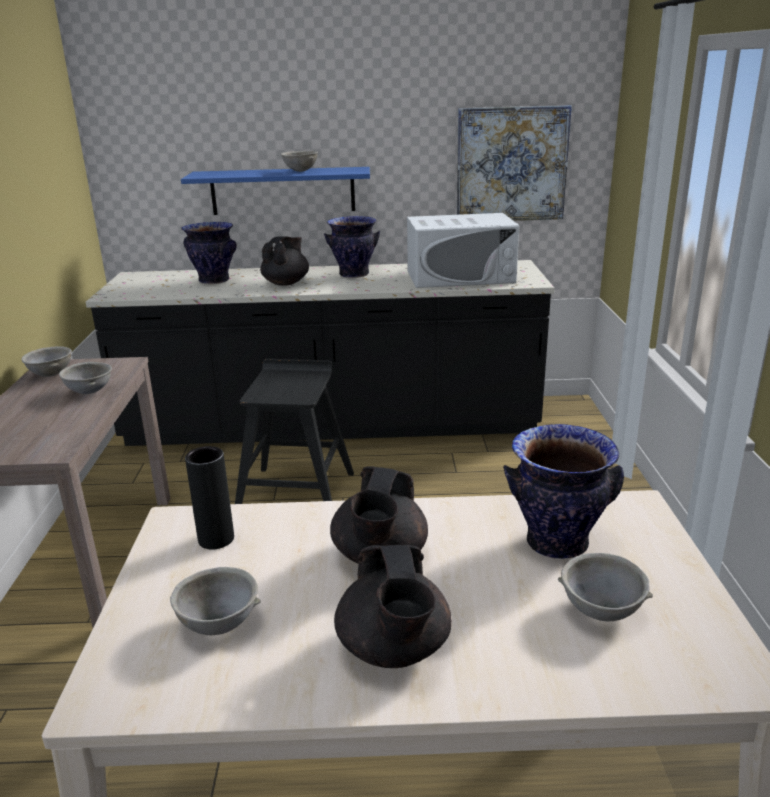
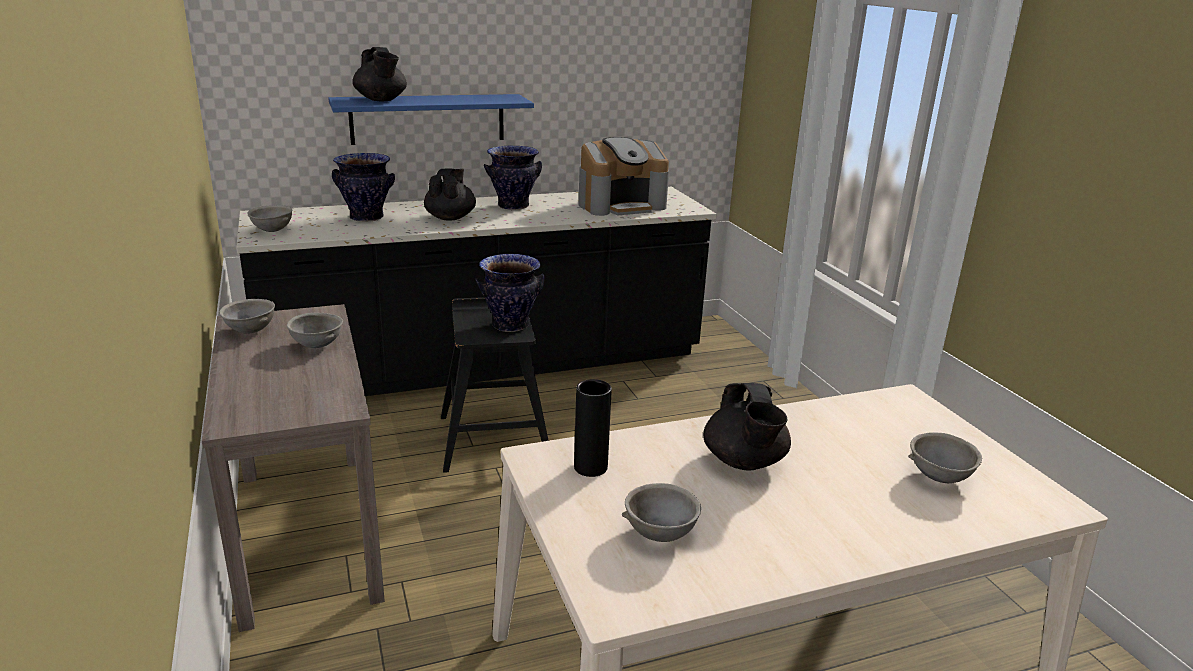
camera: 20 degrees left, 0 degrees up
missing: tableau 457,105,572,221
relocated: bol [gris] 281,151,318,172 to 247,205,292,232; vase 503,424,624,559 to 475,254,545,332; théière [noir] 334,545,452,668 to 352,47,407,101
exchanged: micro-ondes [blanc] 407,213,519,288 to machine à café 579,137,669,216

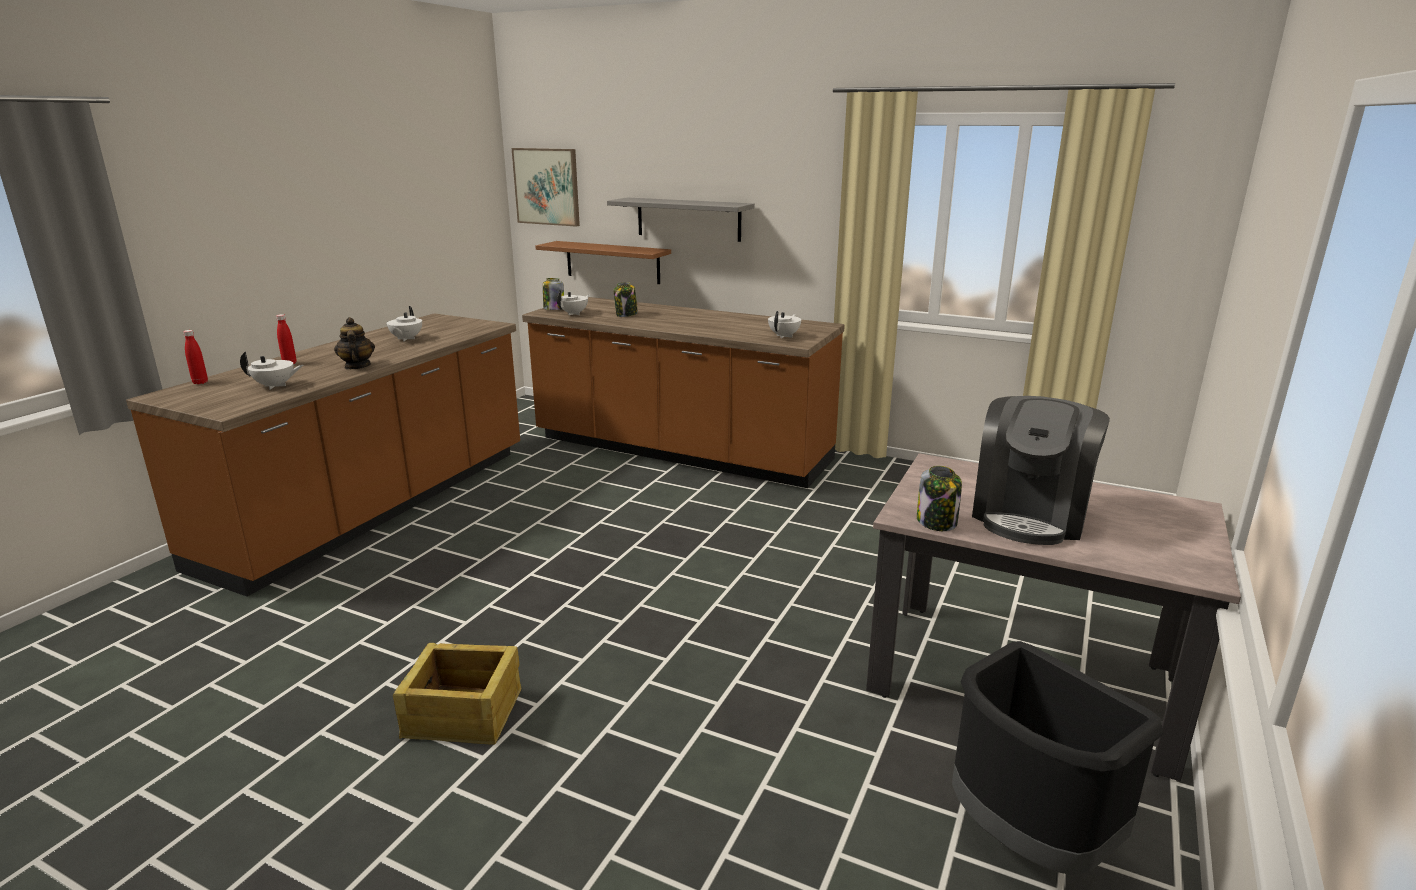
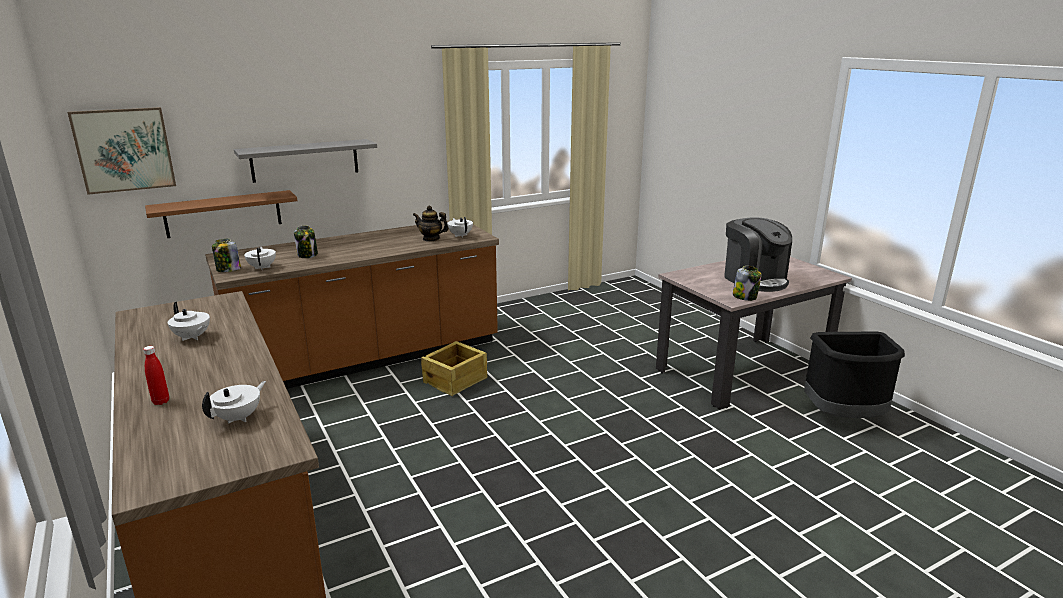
camera: 55 degrees left, 0 degrees up
missing: bouteille [rouge] 183,330,208,384
relocated: théière 334,317,375,370 to 413,206,449,242; caisse 393,643,521,745 to 421,341,487,396

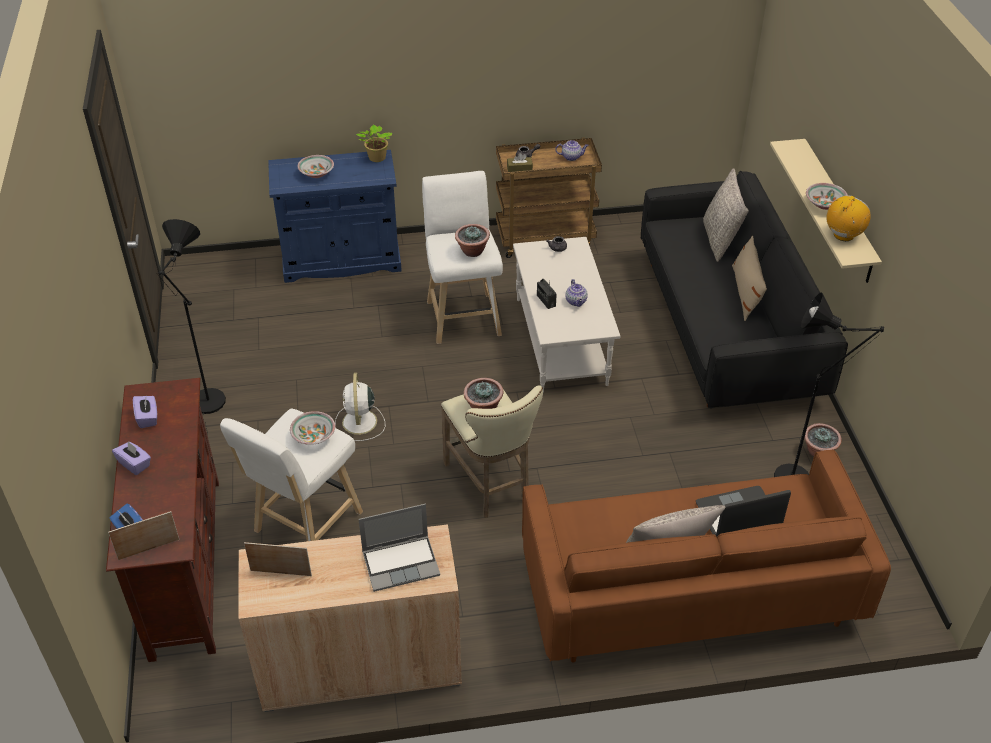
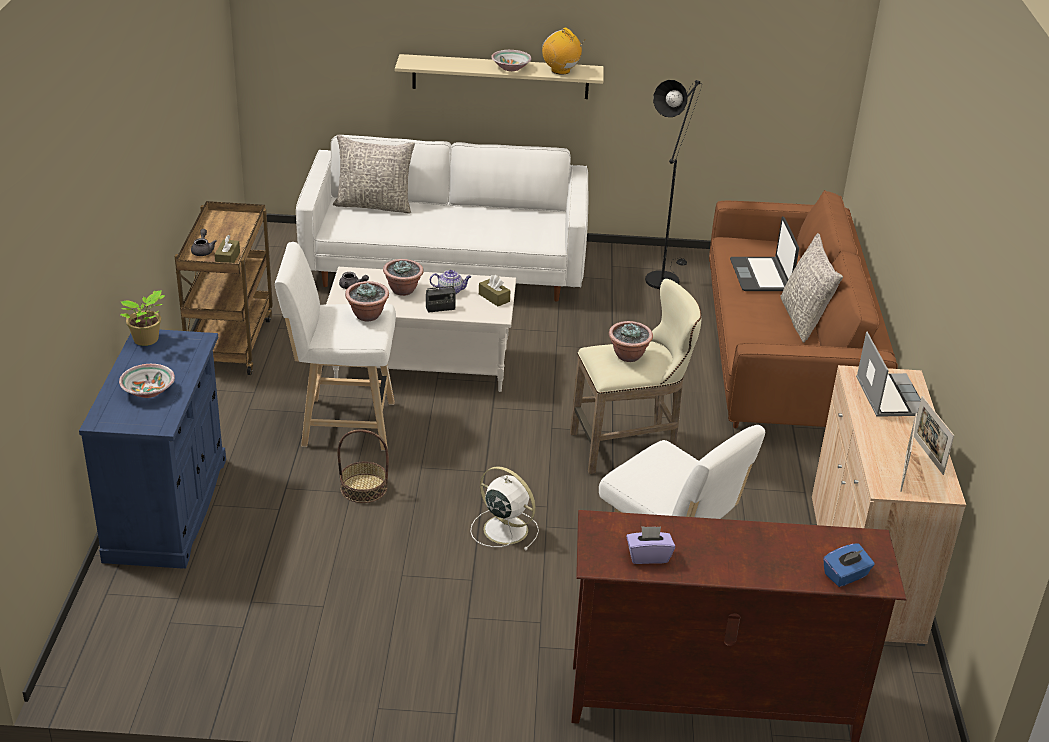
camera: 80 degrees left, 10 degrees down
missing: théière 555,140,589,161; lampadaire [noir] 158,219,226,434; coussin [beige] 732,236,767,321; bol 290,411,335,445; boîte à mouchoirs [violet] 112,441,151,475
appeared: boîte à mouchoirs [marron] 479,275,511,306; panier 338,430,389,503
relocated: plante en pot 804,423,842,457 to 383,259,424,296; cadre photo 108,511,180,560 to 914,396,954,475
colour: canapé [noir] 641,171,848,408 to canapé [blanc] 296,135,588,302
spun: ventilateur [blanc] 335,373,385,441 = 470,466,539,550 150 degrees counterclockwise

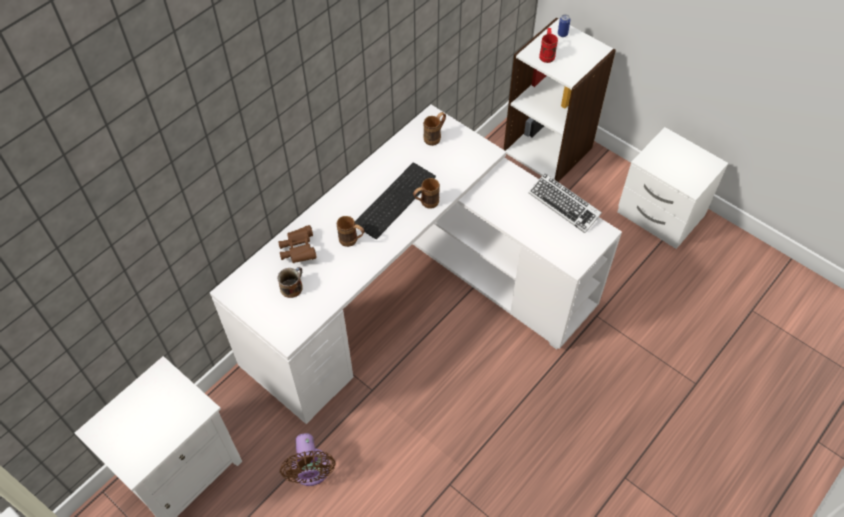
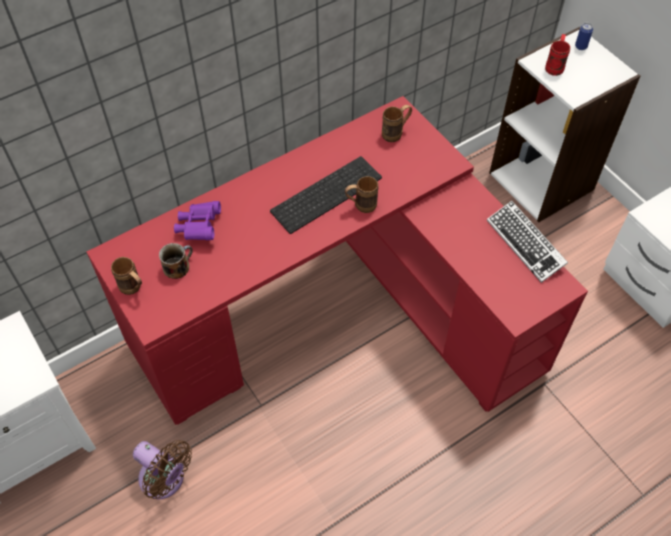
camera: 15 degrees right, 0 degrees up
relocated: mug [marron] 337,216,365,247 to 111,257,142,295
colour: bureau [blanc] 210,104,622,424 to bureau [rouge] 87,96,588,425; jumelles [marron] 278,225,317,263 to jumelles [violet] 174,201,221,240
spun: ventilateur [marron] 280,433,336,486 = 133,440,192,499 60 degrees counterclockwise

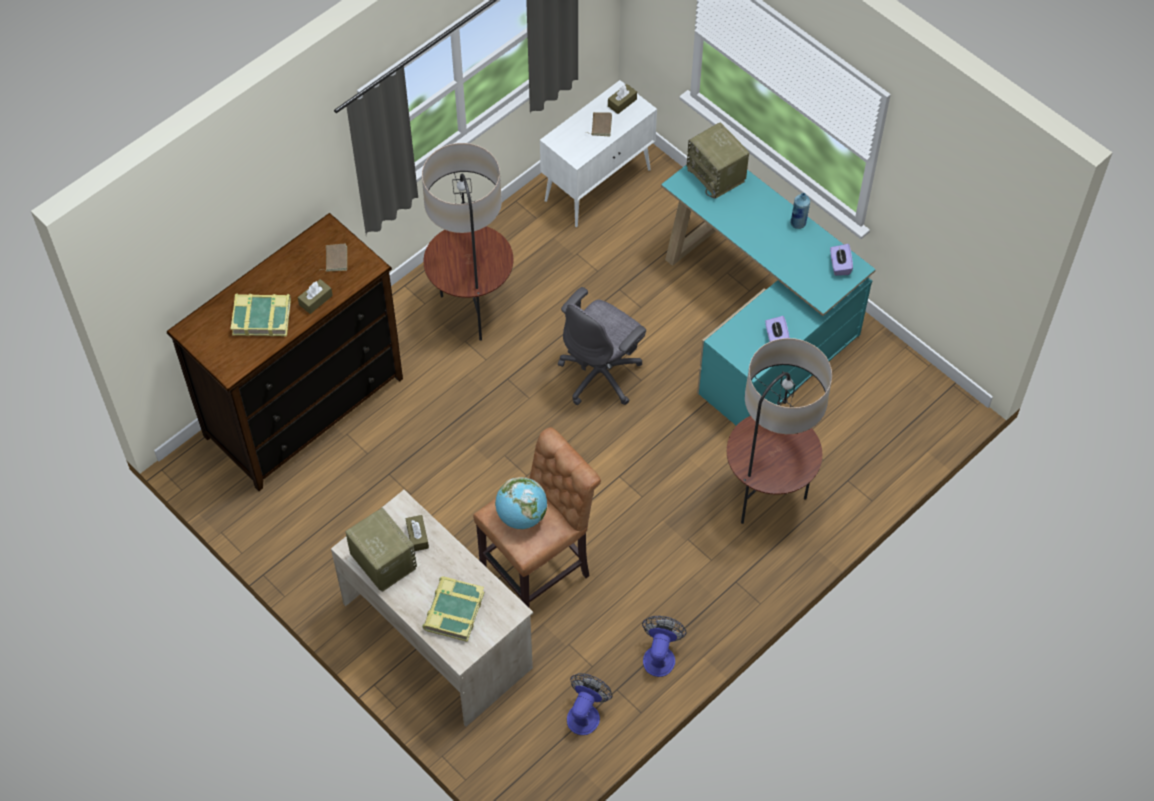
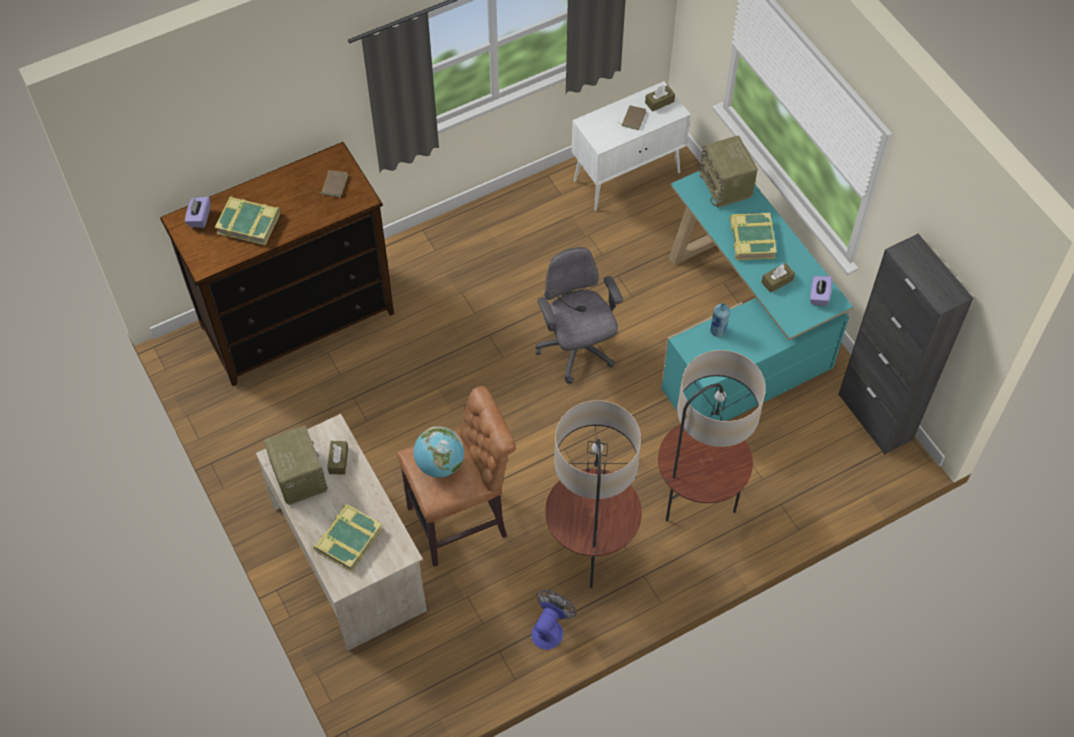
camera: 15 degrees right, 0 degrees up
missing: ventilateur 567,673,613,735
appeared: livre 729,213,777,260; meuble de rangement [noir] 838,234,973,455
relocated: lampadaire 422,143,513,341 to 545,400,642,588; bouteille [bleu] 790,193,810,229 to 710,303,730,337; boîte à mouchoirs [marron] 298,279,333,314 to 761,263,795,293; boîte à mouchoirs [violet] 765,316,790,342 to 185,197,210,228
spun: chaise de bureau [gris] 558,287,646,405 = 536,247,623,384 105 degrees clockwise

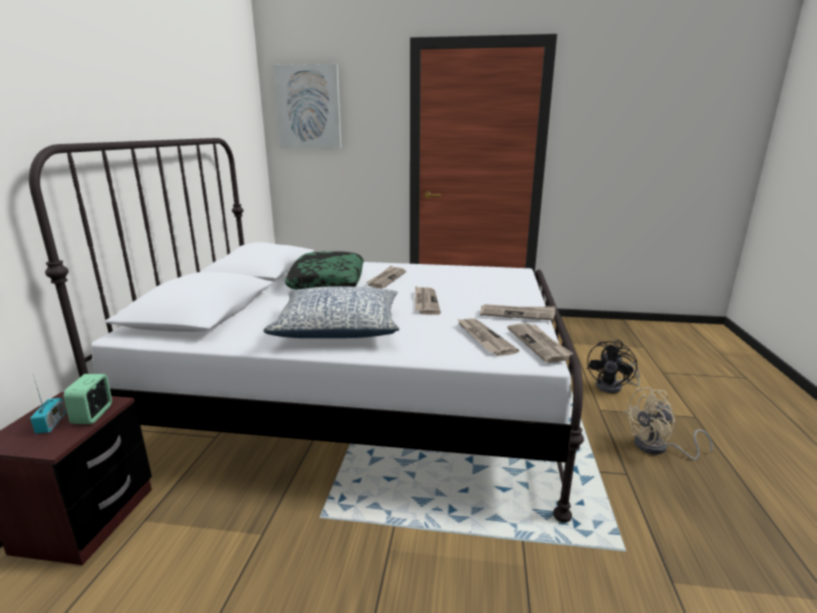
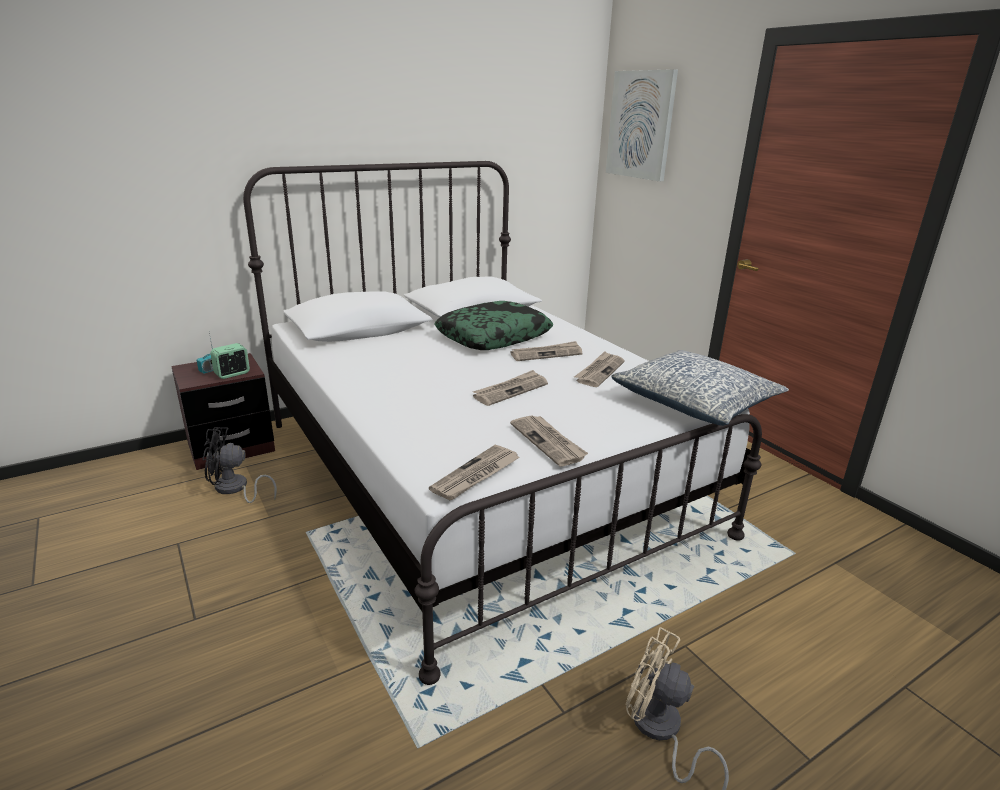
camera: 50 degrees right, 5 degrees up
relocated: coussin 263,286,400,338 to 611,350,789,426; journal 456,318,519,356 to 574,351,625,387; ventilateur [noir] 587,340,640,393 to 202,427,277,503

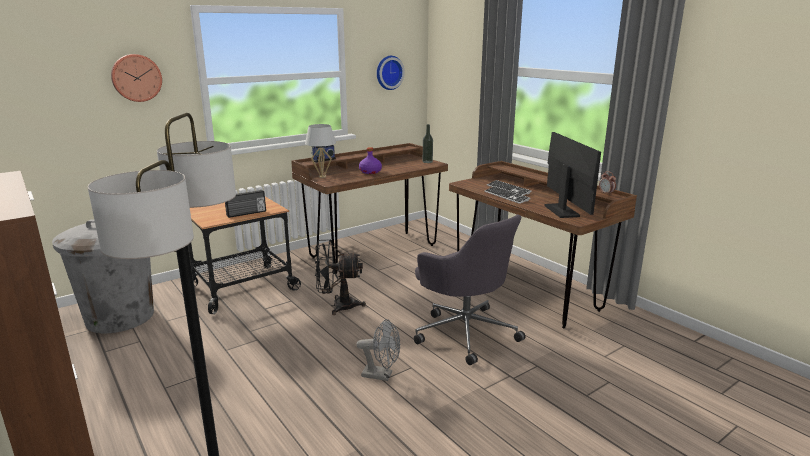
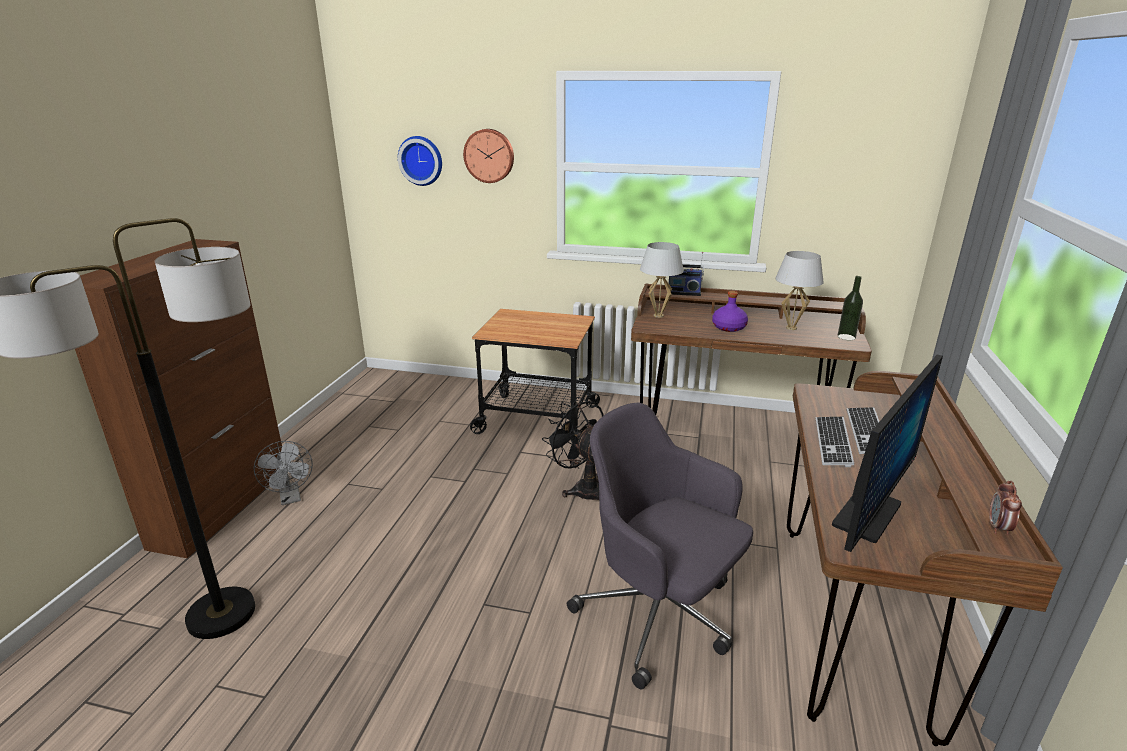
camera: 50 degrees right, 5 degrees up
missing: radio 225,190,266,218; poubelle [gris] 52,220,154,333
appeared: lampe de table [blanc] 775,251,824,330
relocated: horloge murale 377,56,405,90 to 398,136,442,186; ventilateur [gris] 356,319,400,381 to 254,441,313,505
spun: chaise de bureau [gris] 414,215,525,365 = 567,403,753,690 120 degrees clockwise

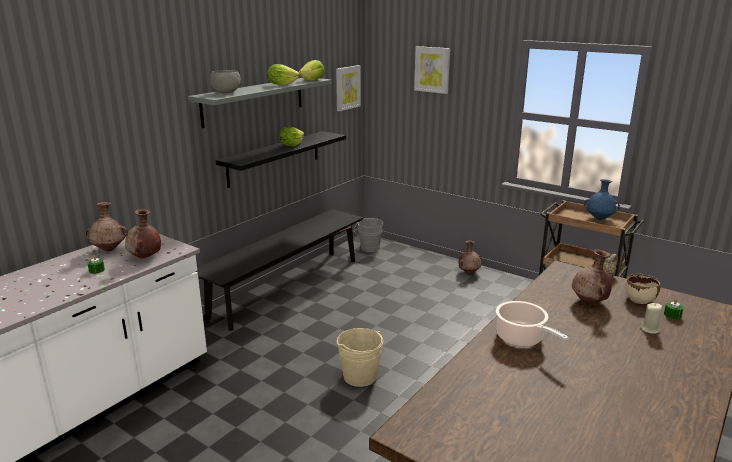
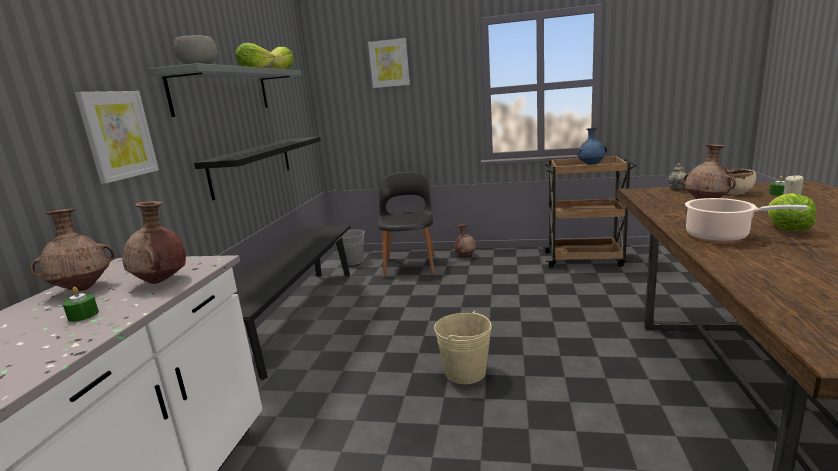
camera: 25 degrees left, 5 degrees down
appeared: chaise [noir] 378,172,435,278
relocated: tableau 336,65,361,111 to 75,91,159,184; laitue 279,127,304,146 to 767,193,816,232

